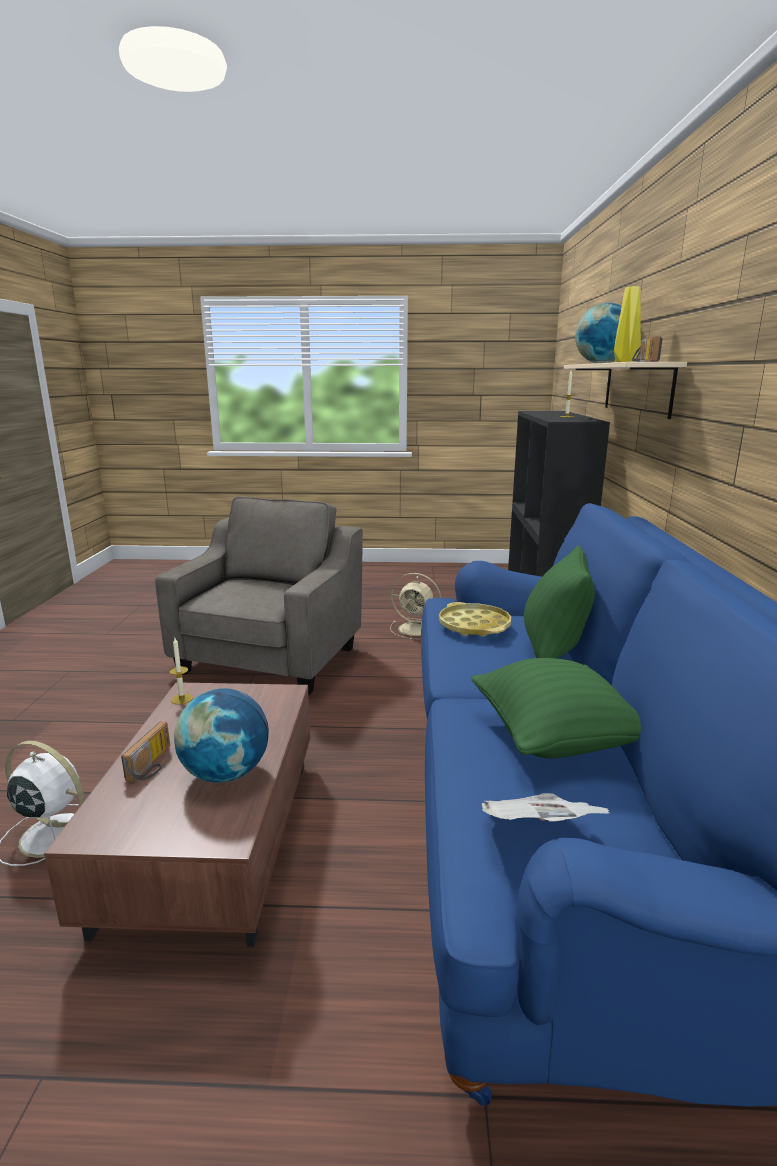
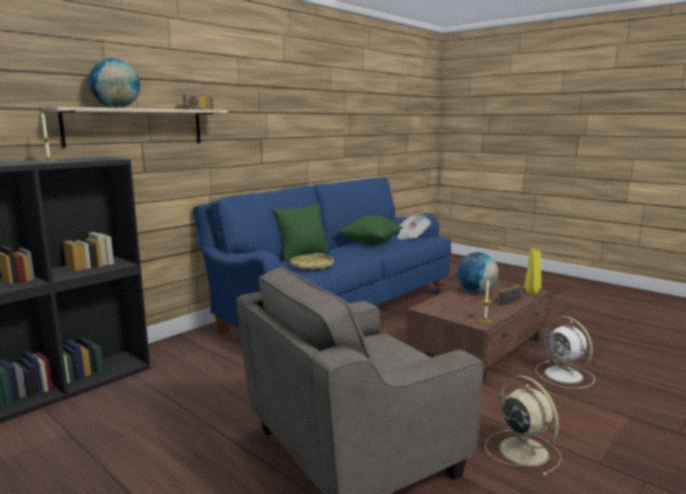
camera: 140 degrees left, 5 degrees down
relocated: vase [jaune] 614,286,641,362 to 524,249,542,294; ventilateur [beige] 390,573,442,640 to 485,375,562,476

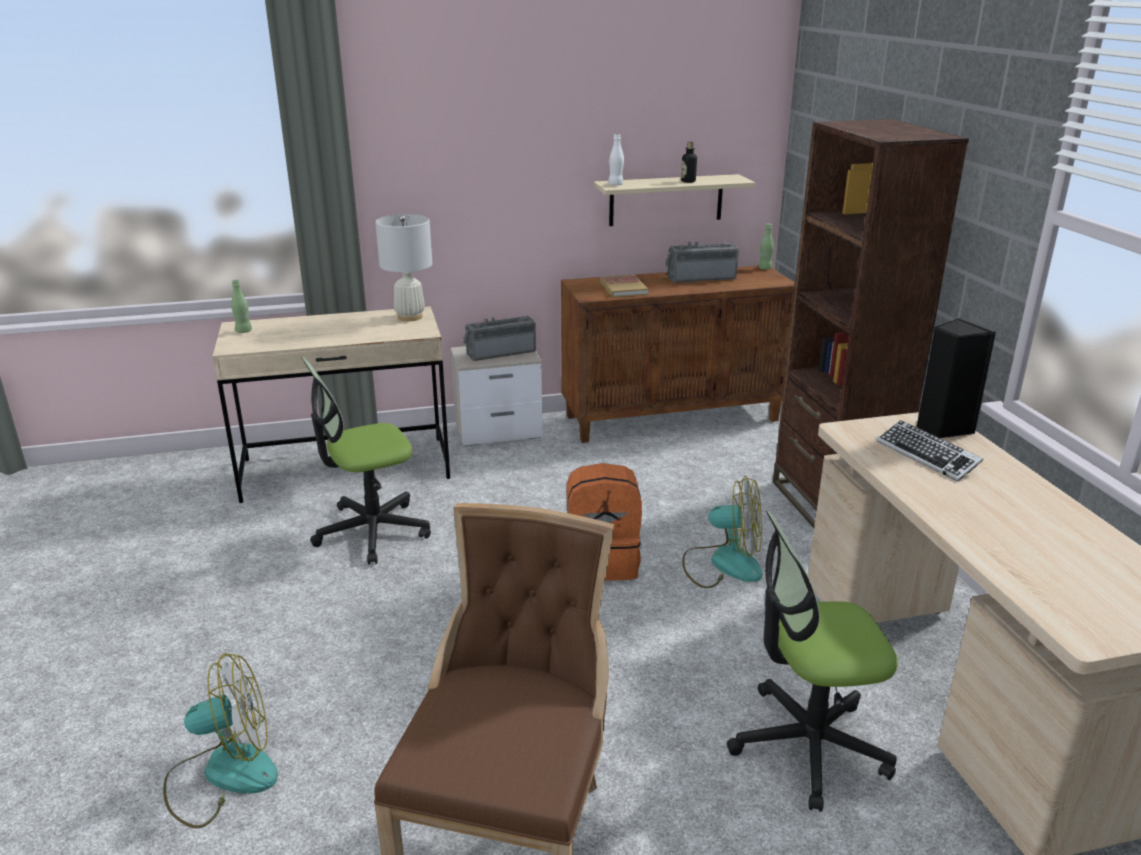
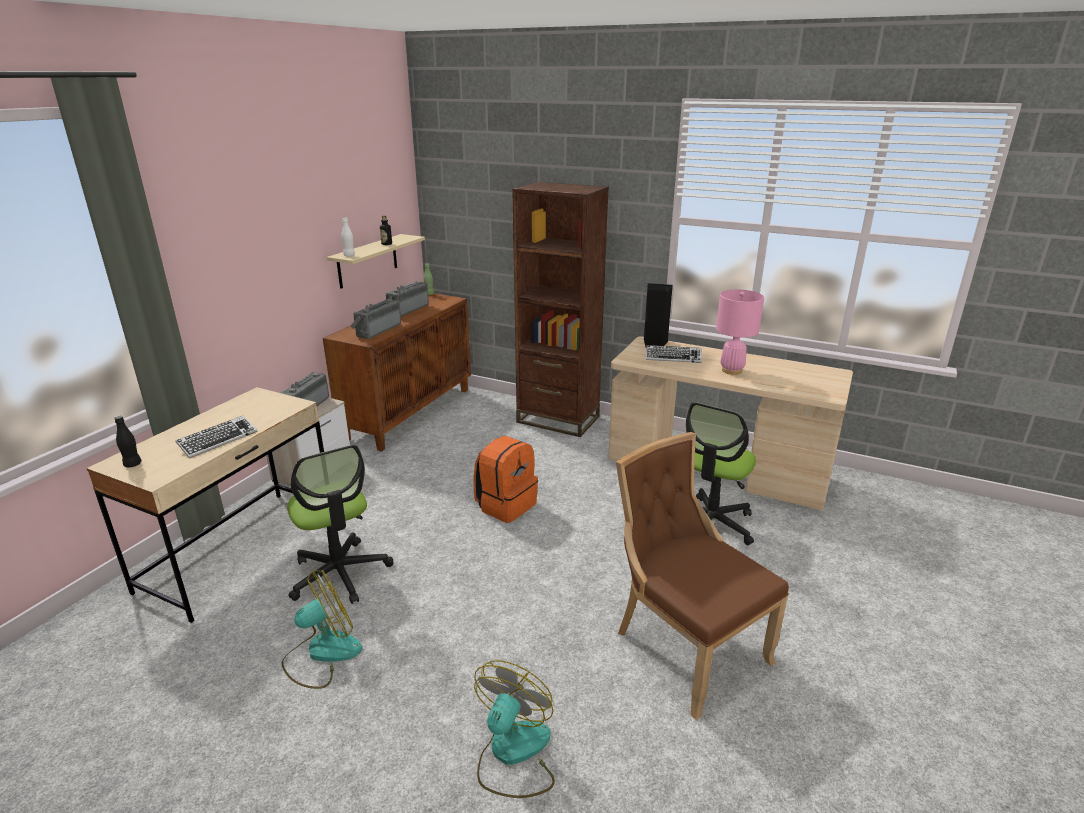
camera: 50 degrees left, 0 degrees up
missing: lampe de table [blanc] 375,214,432,321
appeared: lampe de table [rose] 716,289,764,375; clavier 176,415,257,458
relocated: ventilateur 682,476,762,588 to 282,570,363,689
exchanged: livre 600,275,648,297 to radio 351,299,401,339
colour: bouteille [vert] 231,280,252,333 to bouteille [noir] 114,416,141,467
spun: chaise de bureau 301,357,431,564 = 287,445,393,604 45 degrees counterclockwise

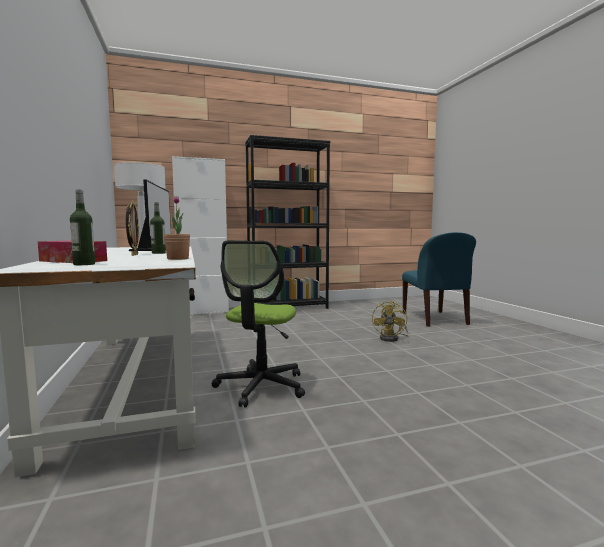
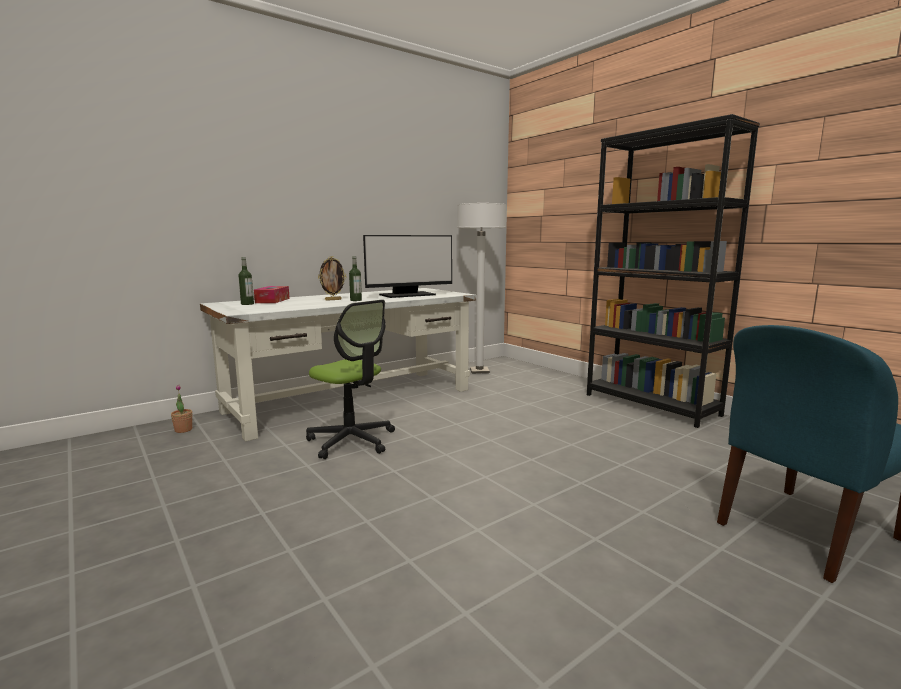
camera: 70 degrees right, 5 degrees up
missing: meuble de rangement [blanc] 172,156,229,315; ventilateur [jaune] 372,301,410,342
relocated: plante en pot 164,196,190,260 to 171,384,192,433
spun: chaise de bureau 212,241,305,407 = 306,300,395,459 135 degrees counterclockwise

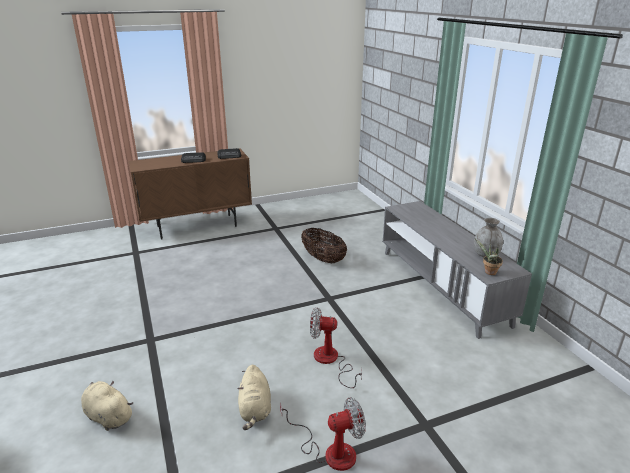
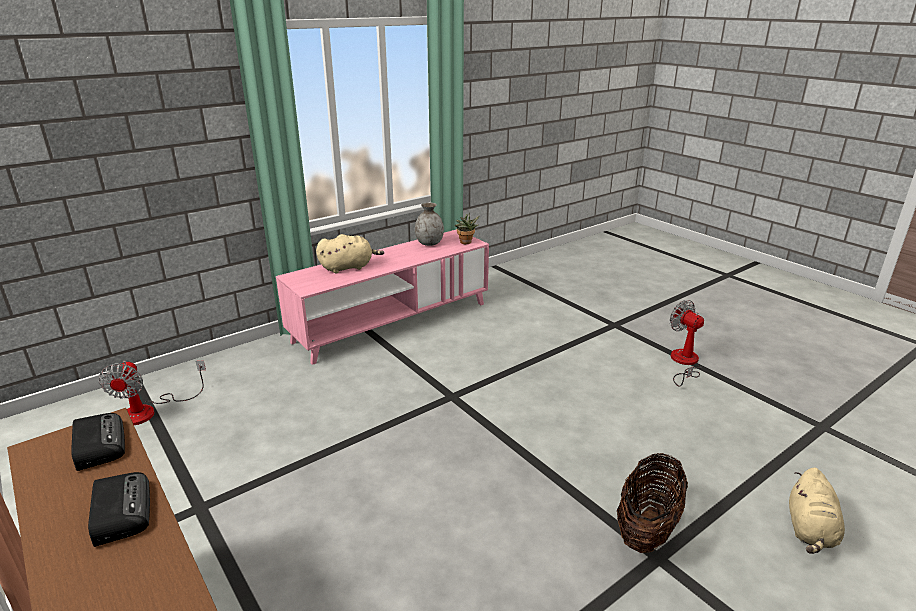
camera: 105 degrees left, 0 degrees up
relocated: panier 301,228,347,263 to 617,453,688,553; ventilateur 310,307,362,388 to 99,360,206,425; peluche [beige] 238,365,271,430 to 316,234,384,273
colour: meuble télé [gris] 383,201,532,339 to meuble télé [rose] 276,229,489,365

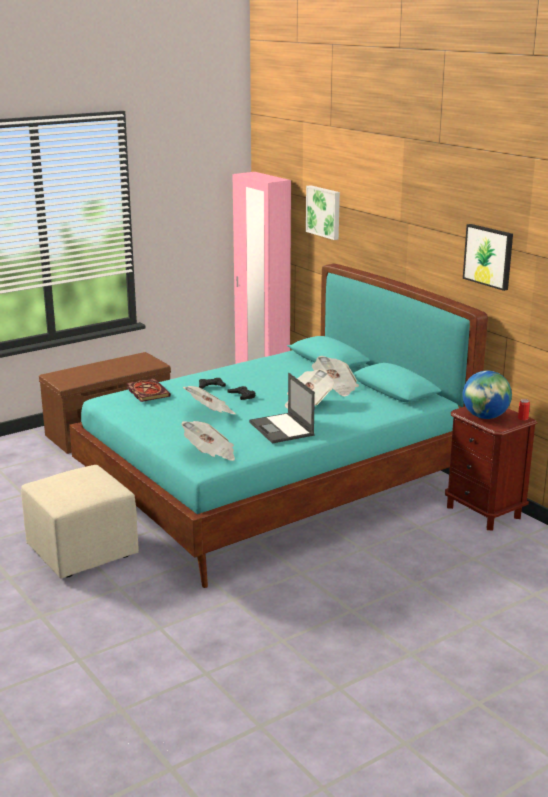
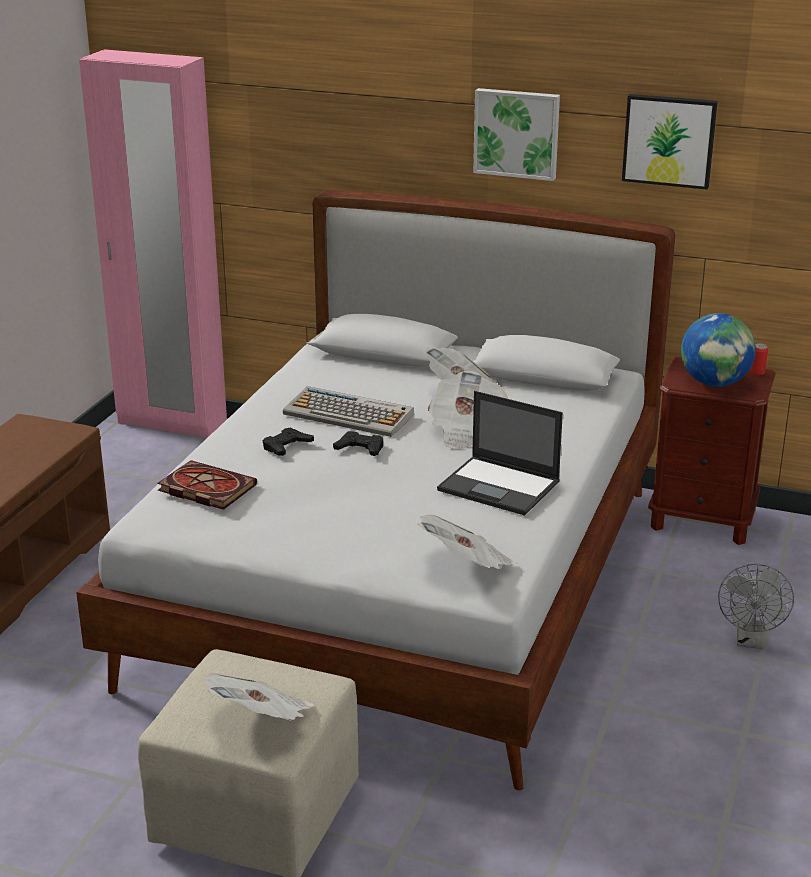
camera: 35 degrees left, 5 degrees up
appeared: clavier 283,386,414,437; ventilateur [gris] 718,564,794,649
relocated: tableau 306,185,340,240 to 473,88,560,181; journal 183,386,236,414 to 203,673,314,721
colour: lit [turquoise] 69,264,488,588 to lit [blanc] 76,190,675,790

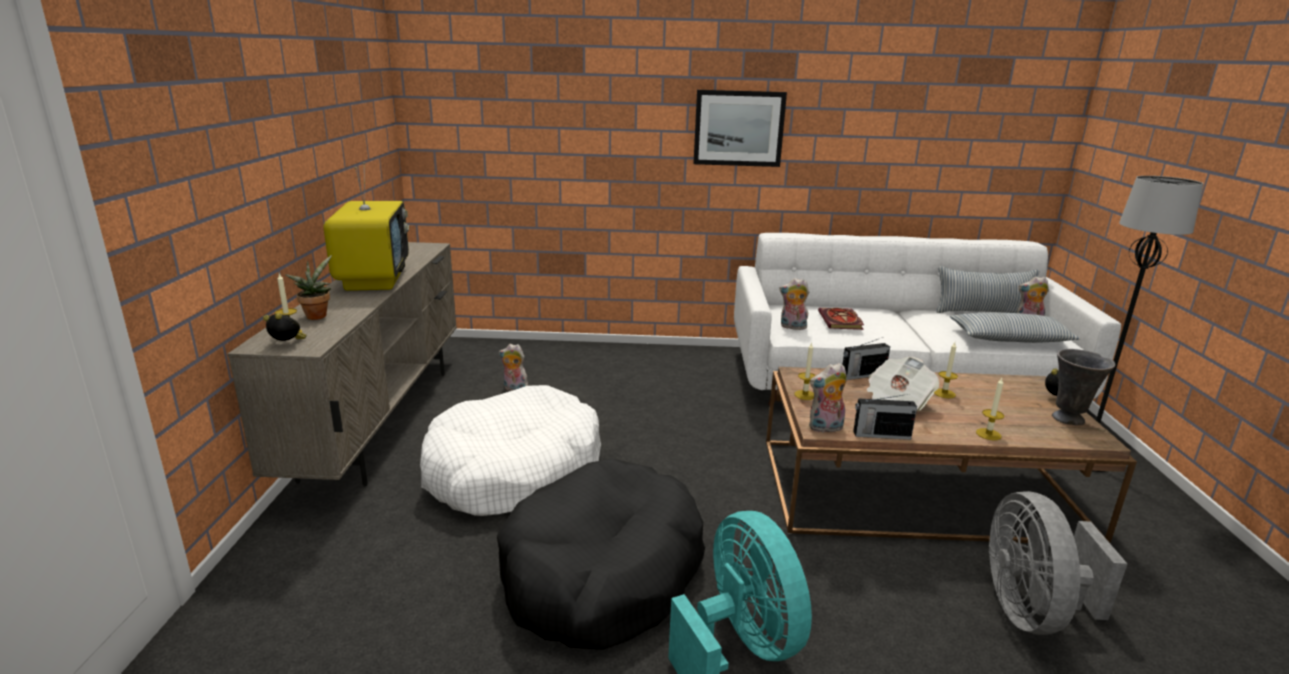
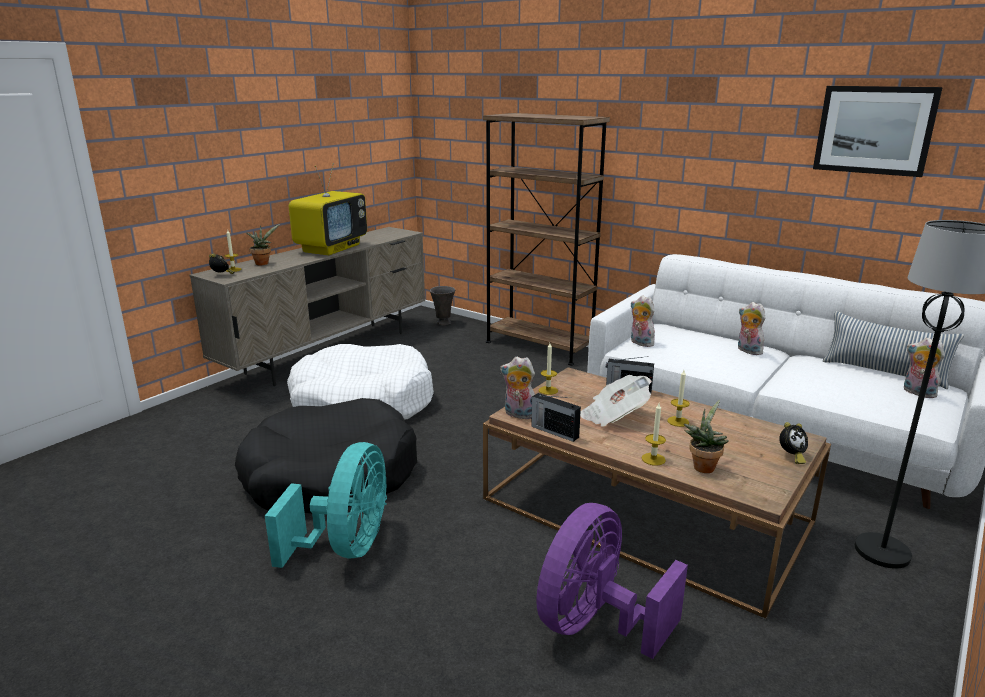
camera: 35 degrees right, 0 degrees up
missing: livre 818,308,864,330; coussin 950,313,1080,343
appeared: bibliothèque [marron] 483,113,610,365; plante en pot 684,400,729,473
relocated: tableau 693,90,787,167 to 813,86,943,177; peluche 499,344,528,391 to 738,302,765,355; vase [gris] 1052,349,1116,426 to 430,286,455,326
colour: ventilateur [gris] 989,491,1127,635 to ventilateur [violet] 536,503,688,659

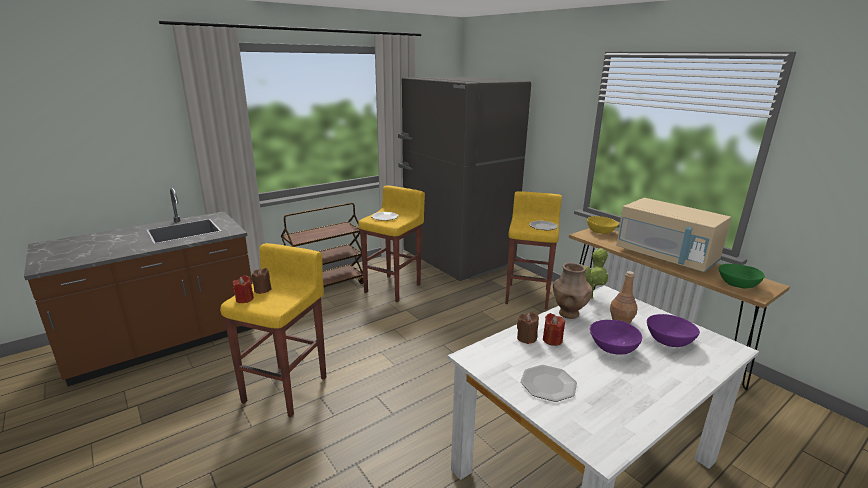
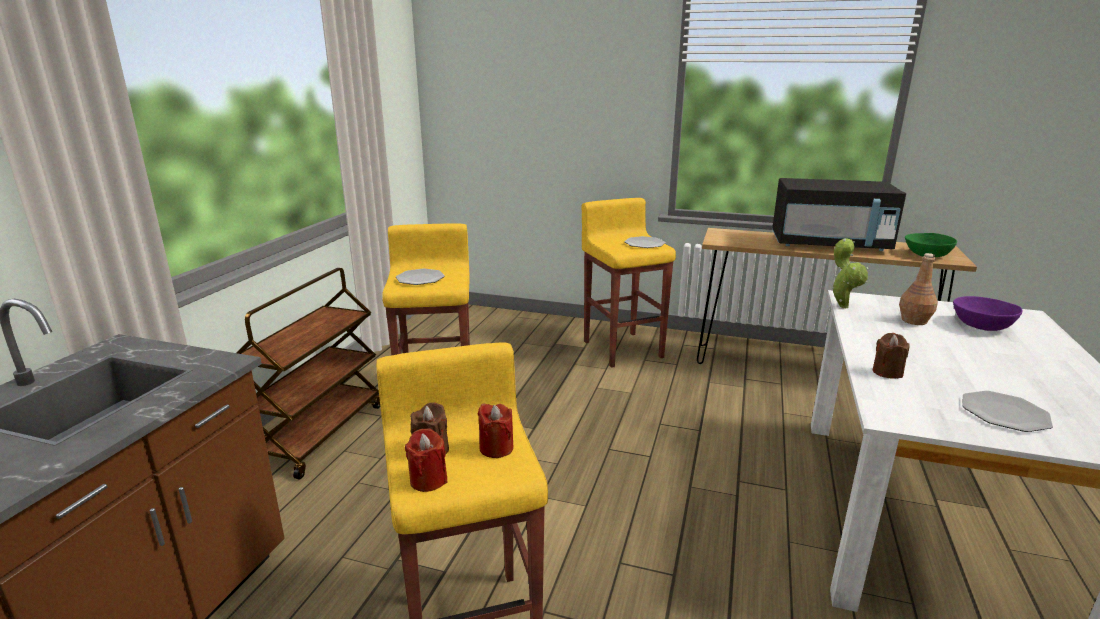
camera: 35 degrees left, 0 degrees up
missing: réfrigérateur [gris] 398,77,531,281; bol [jaune] 587,216,619,234; vase [marron] 553,263,592,319; bol [violet] 590,320,642,355
relocated: bougie [rouge] 543,313,565,346 to 478,404,514,458
colour: micro-ondes [beige] 616,198,731,272 to micro-ondes [noir] 772,178,906,251

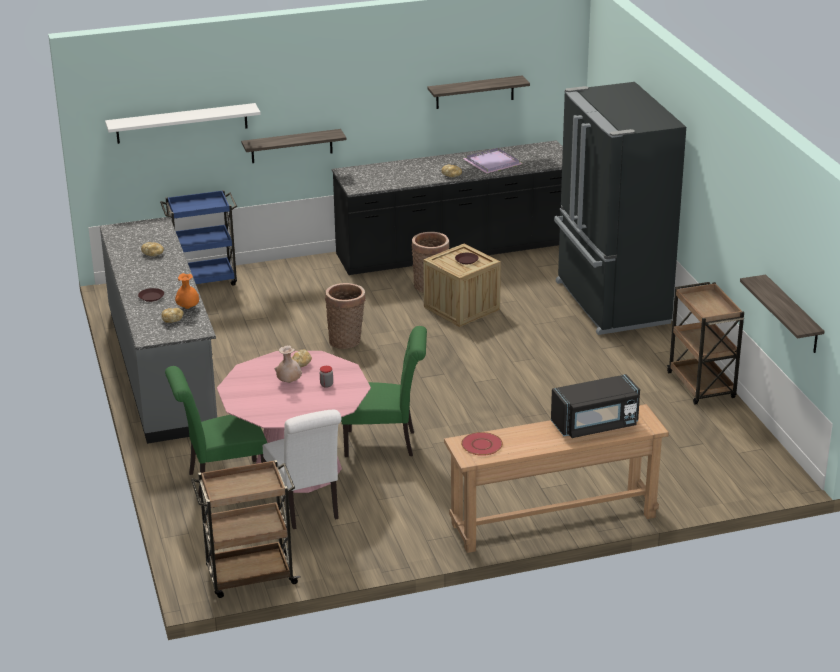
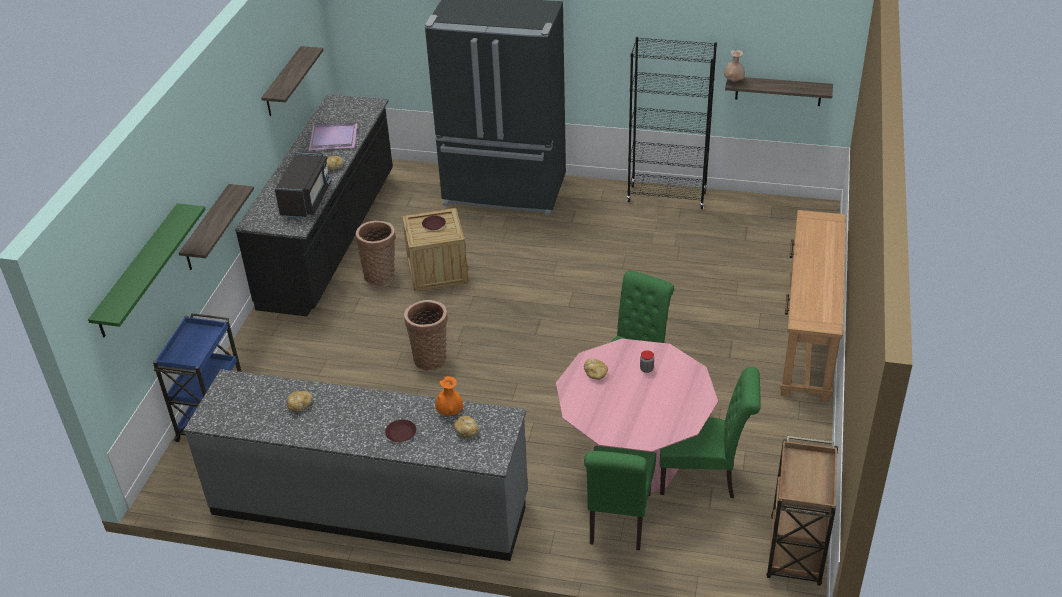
camera: 60 degrees left, 10 degrees up
missing: assiette [rouge] 461,432,503,456
relocated: vase [beige] 275,346,302,383 to 724,50,745,82; micro-ondes [noir] 551,374,640,438 to 275,151,331,218
exchanged: chariot [marron] 667,282,744,405 to bibliothèque [noir] 627,37,717,209
colour: étagère [blanc] 105,103,261,144 to étagère [vert] 88,203,206,338; chaise [blanc] 263,410,341,529 to chaise [vert] 660,367,761,498

